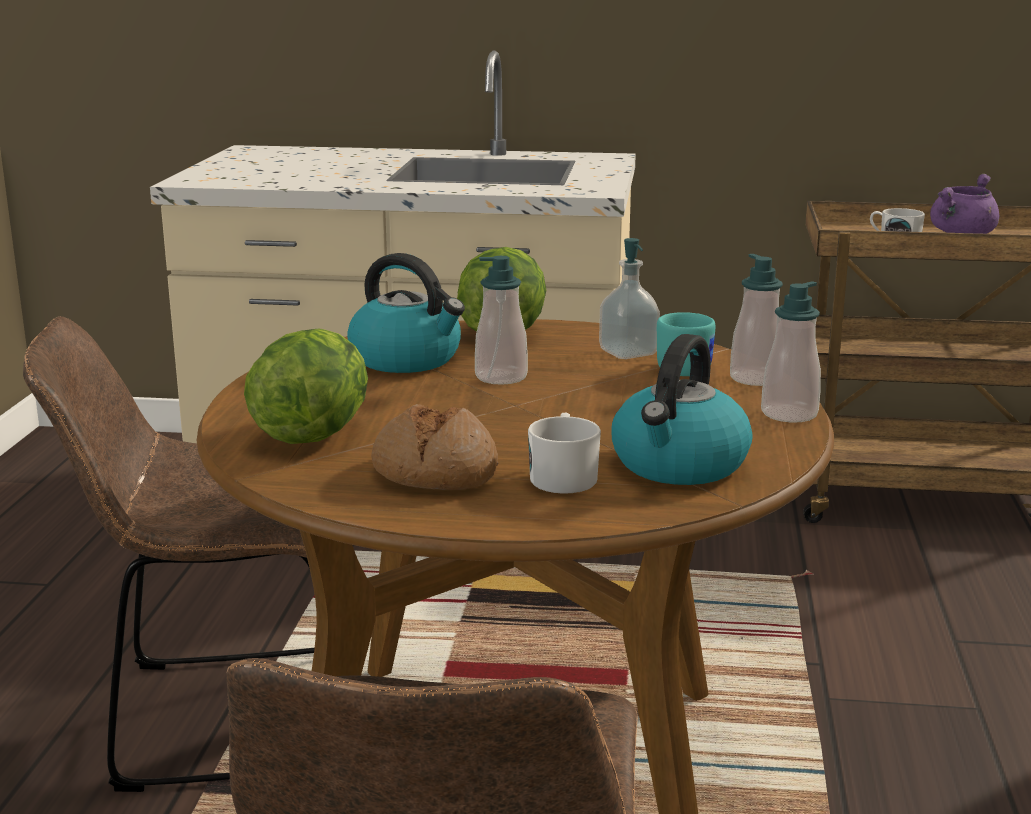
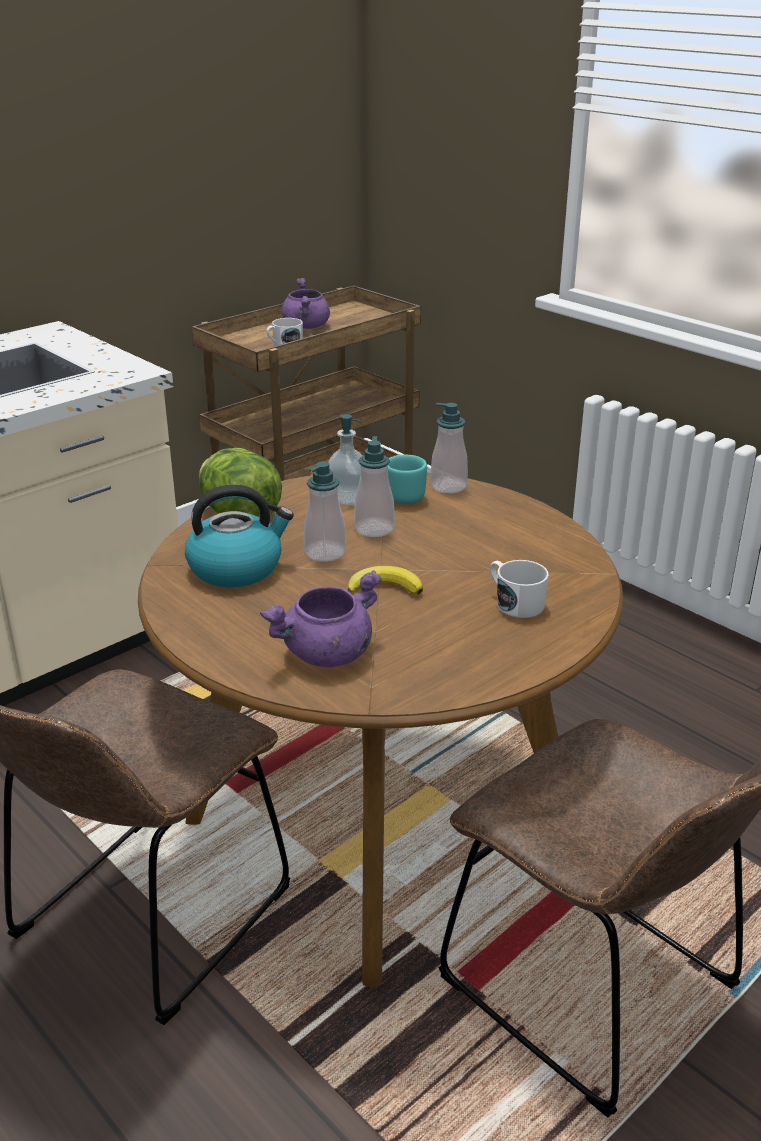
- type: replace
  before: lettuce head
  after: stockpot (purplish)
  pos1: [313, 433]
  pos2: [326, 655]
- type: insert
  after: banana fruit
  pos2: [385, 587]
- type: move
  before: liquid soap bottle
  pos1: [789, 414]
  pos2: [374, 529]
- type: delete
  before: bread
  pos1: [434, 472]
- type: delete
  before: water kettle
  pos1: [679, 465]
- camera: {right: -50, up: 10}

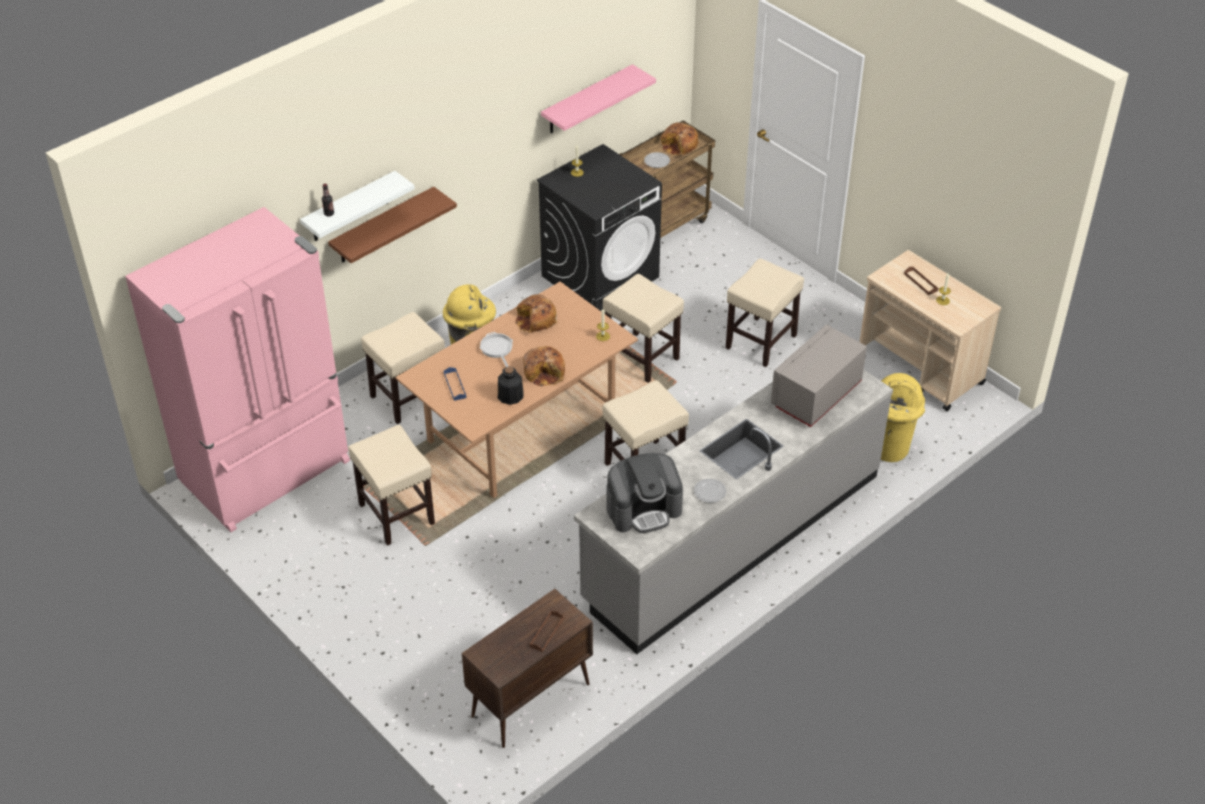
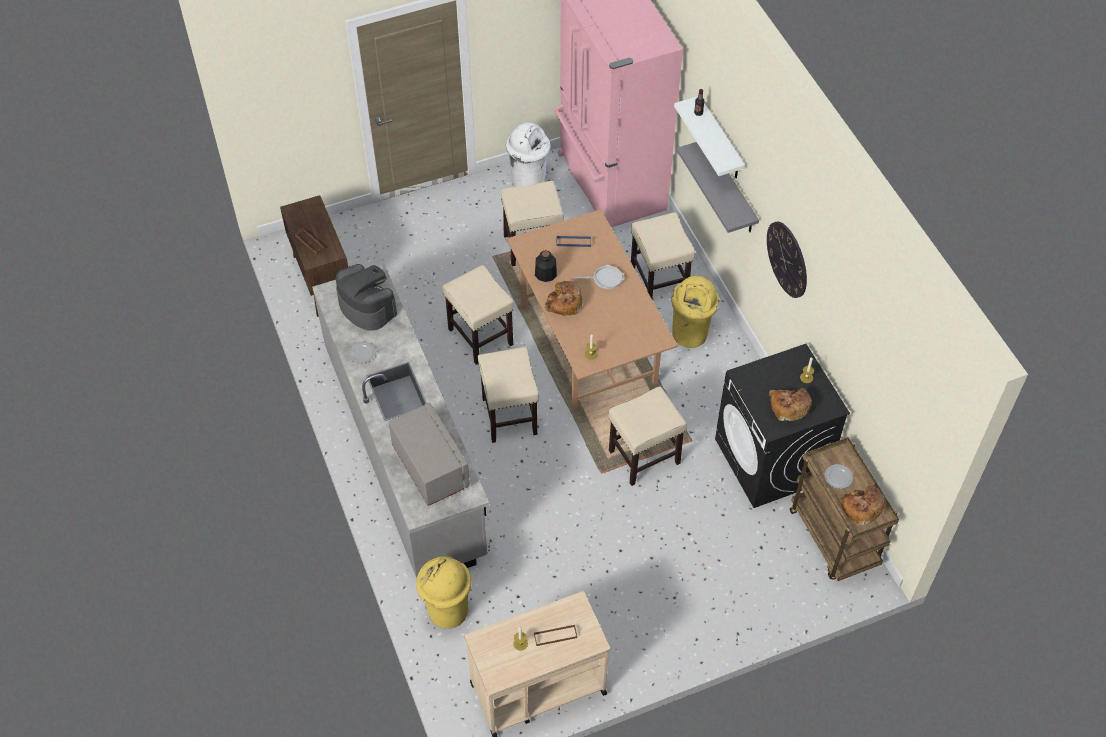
- type: rotate
  before: coffee machine
  pos1: [644, 509]
  pos2: [367, 307]
  turn: 135
- type: move
  before: sitting stool (sand-coloured)
  pos1: [760, 342]
  pos2: [480, 336]
- type: insert
  after: rubbish bin (white-coloured)
  pos2: [528, 182]
- type: recolor
  before: wall shelf (brown-coloured)
  after: wall shelf (gray)
  pos1: [383, 226]
  pos2: [731, 188]
- type: insert
  after: clock on the wall
  pos2: [787, 259]
- type: move
  before: bread
  pos1: [535, 320]
  pos2: [789, 406]
- type: delete
  before: wall shelf (pink)
  pos1: [587, 100]
- camera: {right: 110, up: 10}

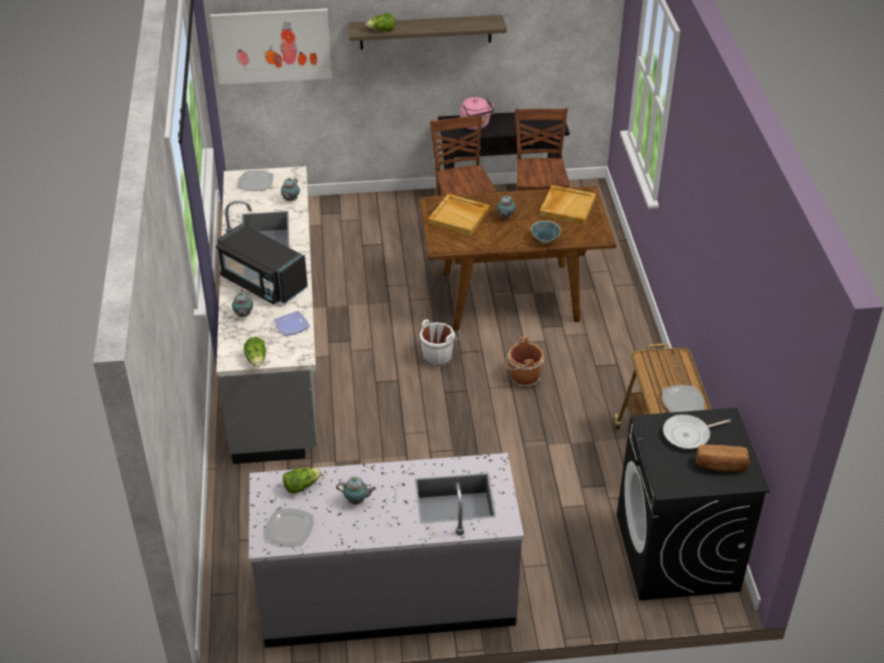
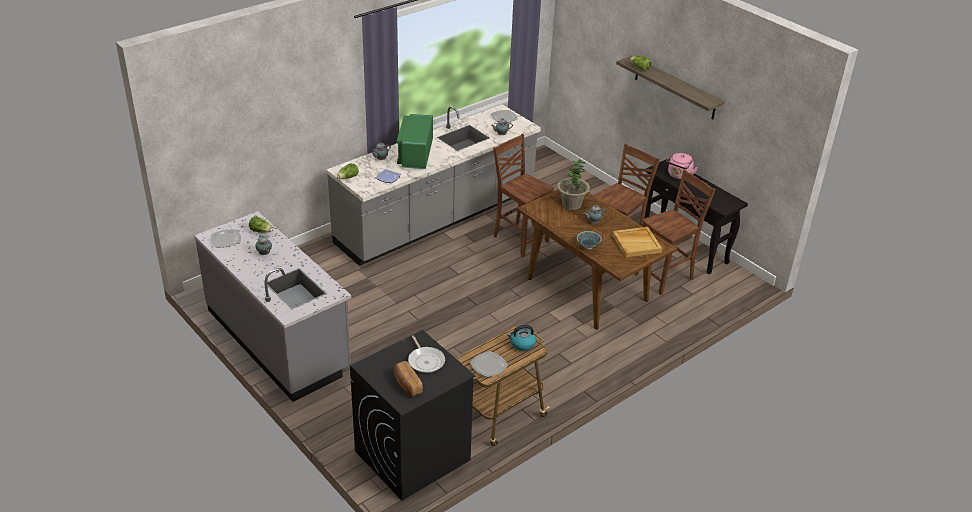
- type: recolor
  before: microwave (black)
  after: microwave (green)
  pos1: [262, 282]
  pos2: [415, 154]
- type: rotate
  before: pan
  pos1: [689, 434]
  pos2: [425, 361]
  turn: -150
- type: insert
  after: plain chair (brown-coloured)
  pos2: [519, 239]
- type: insert
  after: water kettle
  pos2: [522, 344]
- type: replace
  before: serving tray (sand-coloured)
  after: houseplant
  pos1: [459, 216]
  pos2: [571, 204]
- type: delete
  before: wall picture
  pos1: [272, 45]
- type: delete
  before: pail (white-coloured)
  pos1: [438, 356]
- type: delete
  before: pail (brown-coloured)
  pos1: [523, 378]
- camera: {right: 55, up: -5}

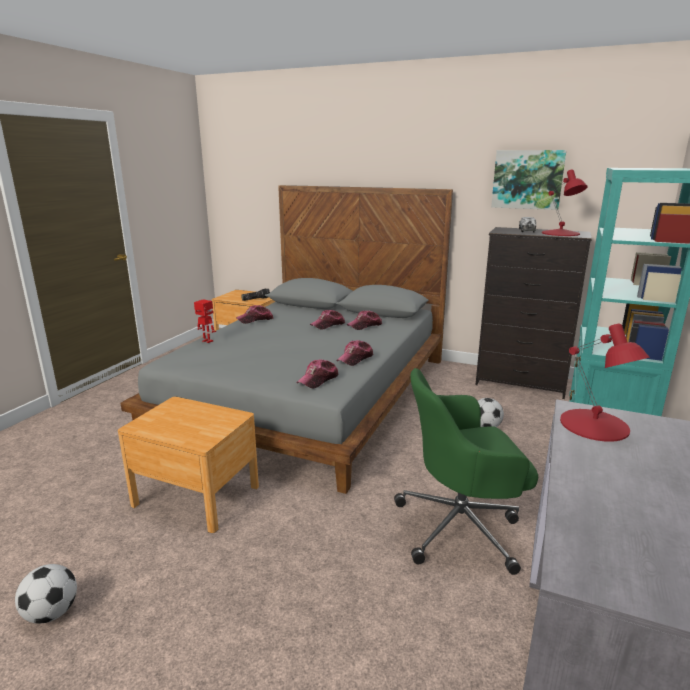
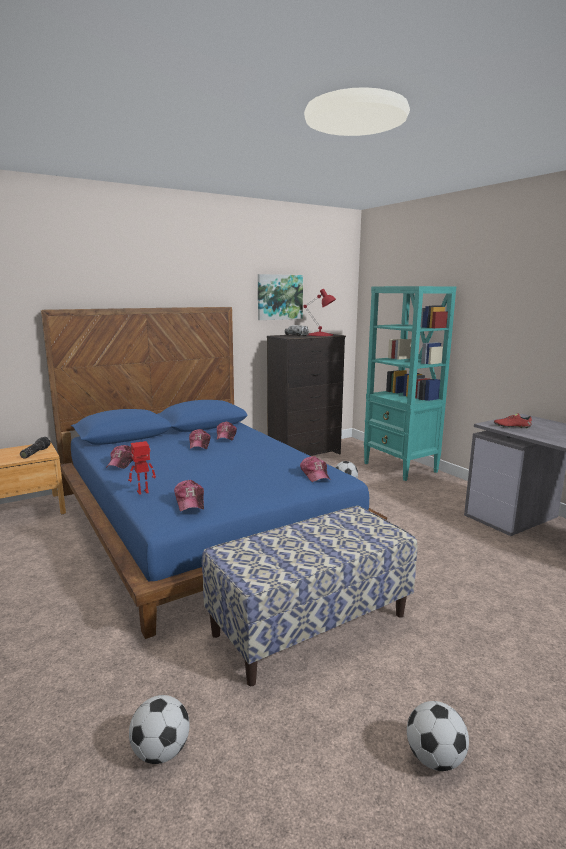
- type: recolor
  before: sleeping bed (gray)
  after: sleeping bed (blue)
  pos1: [310, 394]
  pos2: [203, 520]
- type: insert
  after: football ball
  pos2: [161, 751]
- type: move
  before: cap
  pos1: [355, 358]
  pos2: [190, 502]
- type: replace
  before: night table (brown-coloured)
  after: long seat
  pos1: [196, 495]
  pos2: [310, 624]
- type: replace
  before: tabletop lamp (reddish)
  after: shoe (reddish)
  pos1: [594, 425]
  pos2: [512, 427]
- type: delete
  before: desk chair (green)
  pos1: [461, 527]
- camera: {right: -55, up: -5}

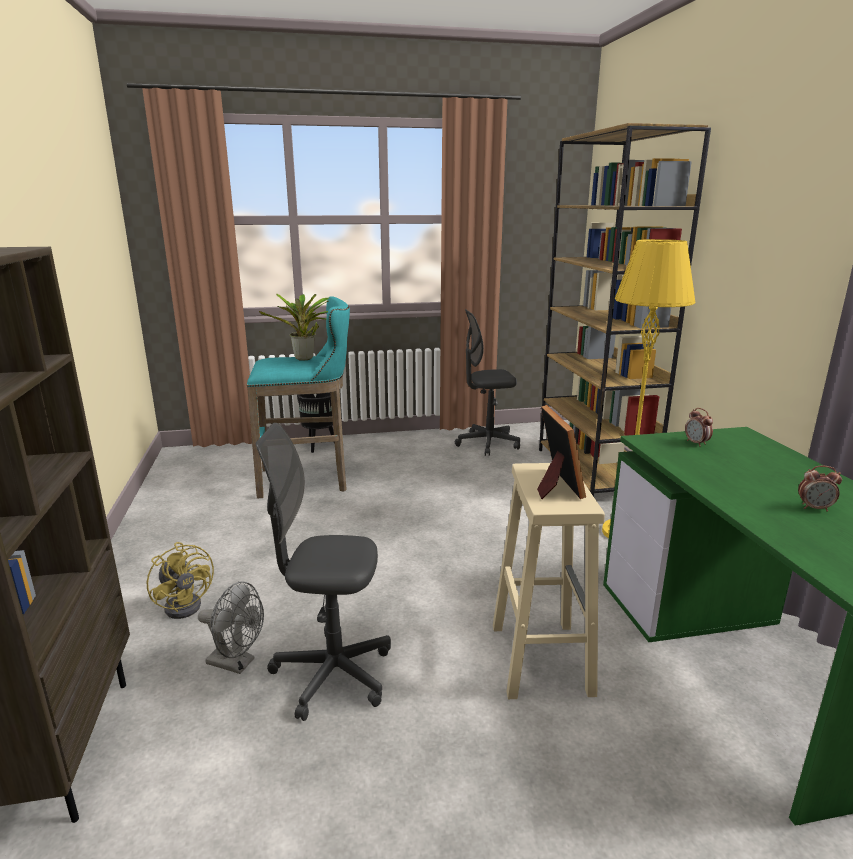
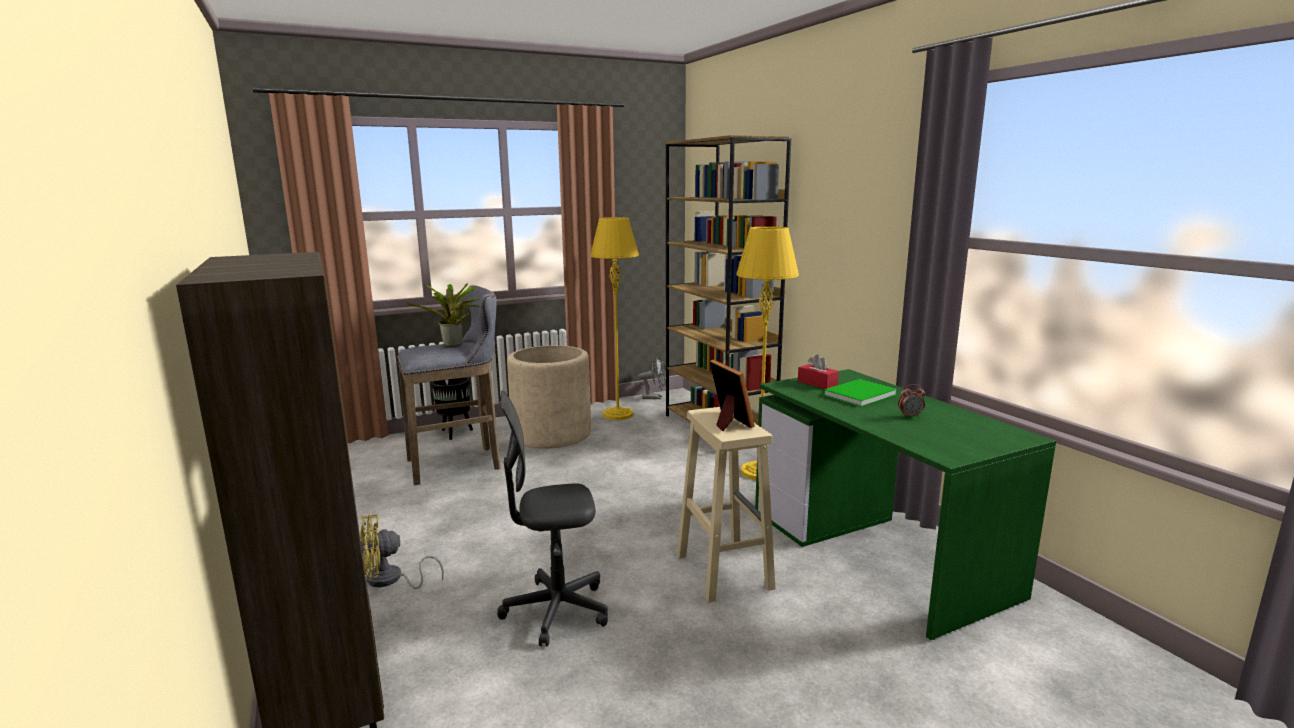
- type: rotate
  before: cooling fan (yellow-coloured)
  pos1: [187, 603]
  pos2: [390, 580]
  turn: 120
- type: recolor
  before: sitting stool (turquoise-coloured)
  after: sitting stool (gray)
  pos1: [308, 480]
  pos2: [459, 464]
- type: insert
  after: planter (sand-coloured)
  pos2: [552, 434]
- type: replace
  before: desk chair (gray)
  after: floor lamp (yellow-coloured)
  pos1: [487, 443]
  pos2: [617, 415]
- type: move
  before: cooling fan (gray)
  pos1: [237, 663]
  pos2: [655, 397]
- type: replace
  before: bedside clock
  after: tissue holder (reddish)
  pos1: [696, 443]
  pos2: [817, 383]
- type: insert
  after: volume (green)
  pos2: [856, 394]
- camera: {right: -15, up: -5}

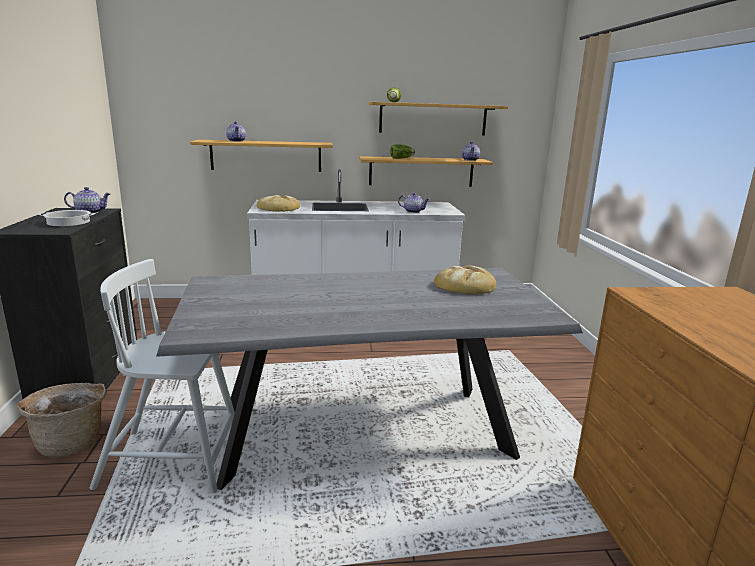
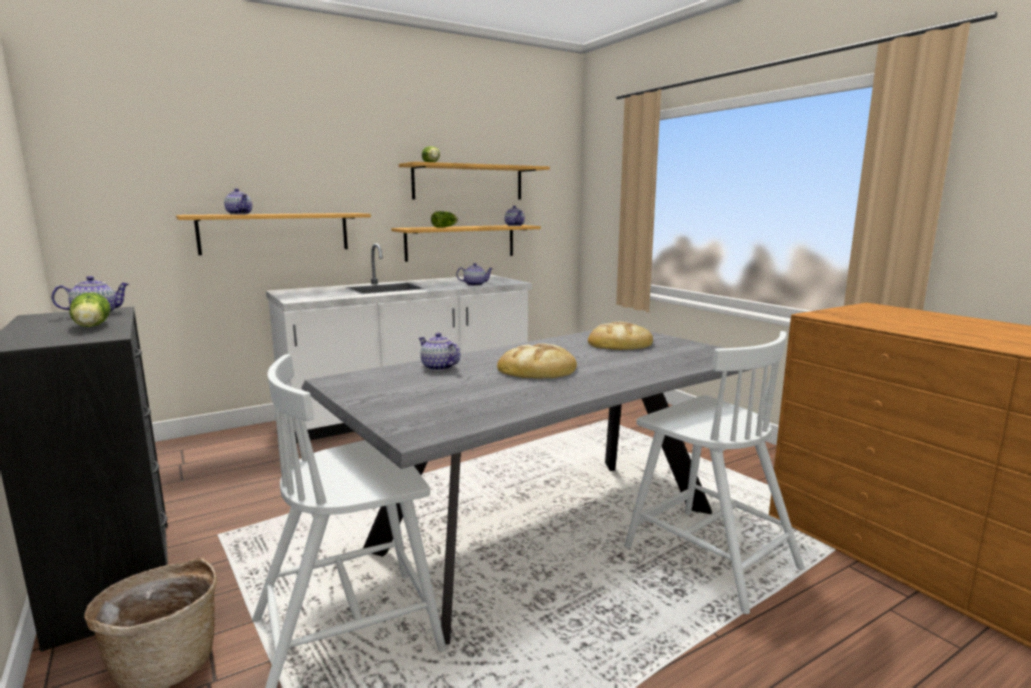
- type: replace
  before: stockpot
  after: lettuce head
  pos1: [69, 222]
  pos2: [91, 326]
- type: insert
  after: tea pot
  pos2: [438, 368]
- type: move
  before: bread
  pos1: [278, 208]
  pos2: [537, 369]
- type: insert
  after: plain chair (white-coloured)
  pos2: [708, 555]
- camera: {right: -25, up: -5}

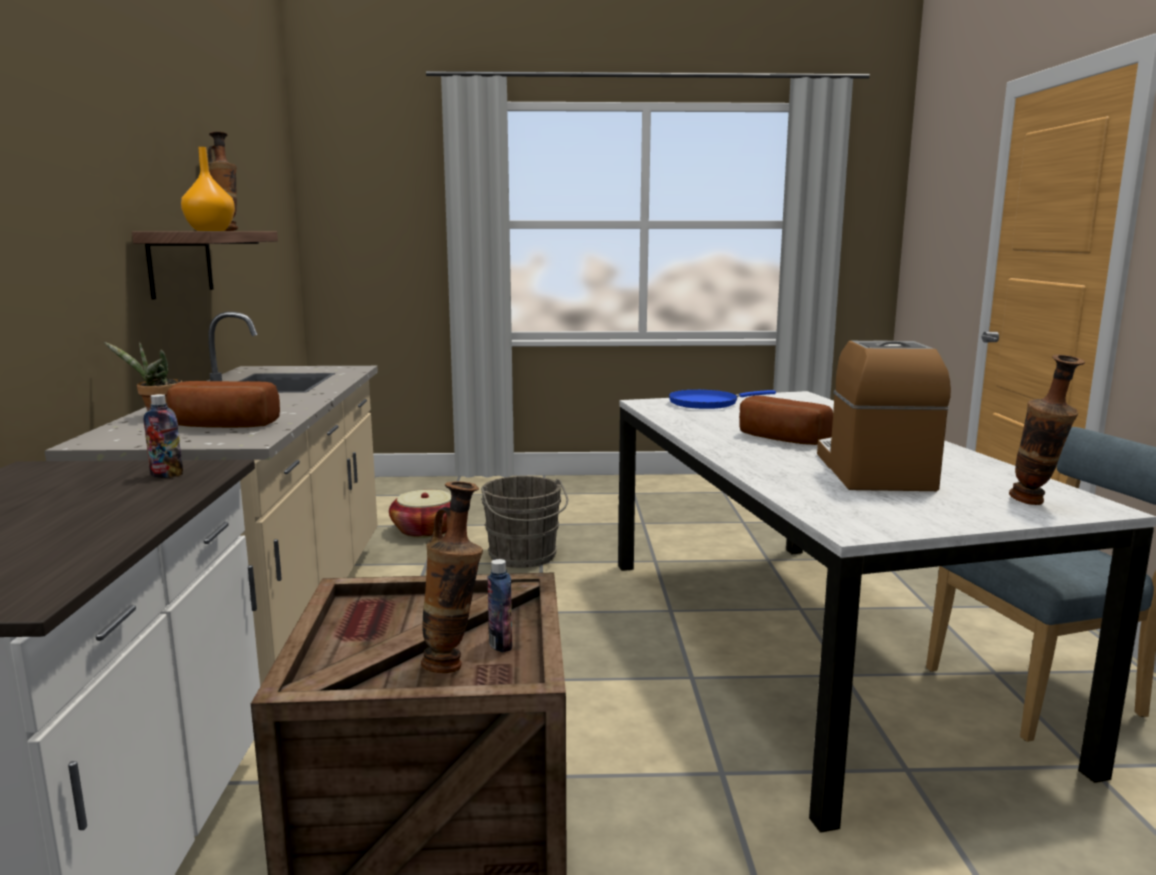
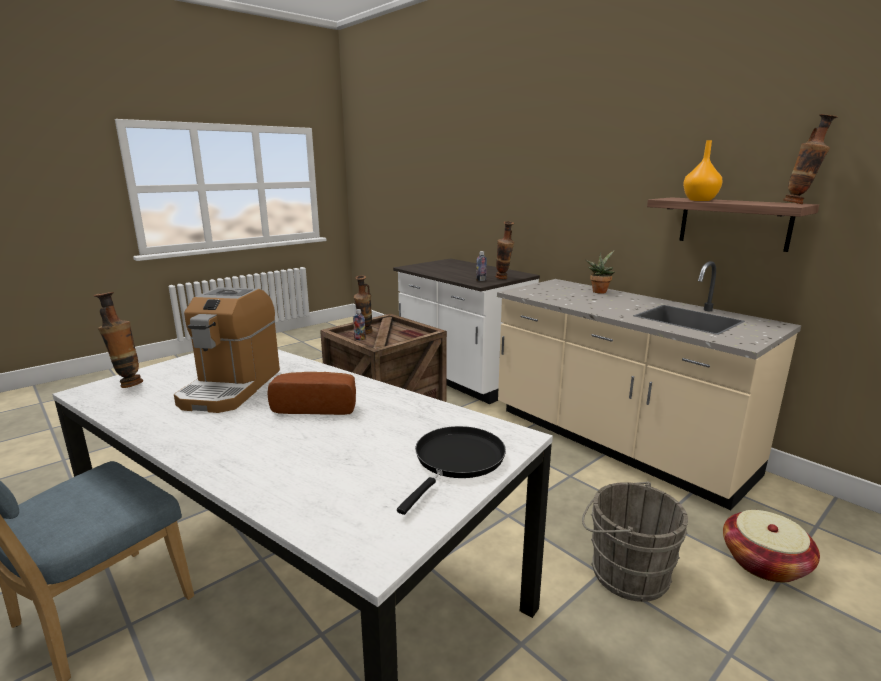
- type: rotate
  before: coffee machine
  pos1: [872, 471]
  pos2: [231, 387]
  turn: 45
- type: recolor
  before: pan (blue)
  after: pan (black)
  pos1: [707, 403]
  pos2: [456, 461]
- type: insert
  after: decorative vase
  pos2: [503, 279]
- type: delete
  before: bread
  pos1: [221, 426]
- camera: {right: 140, up: 5}

